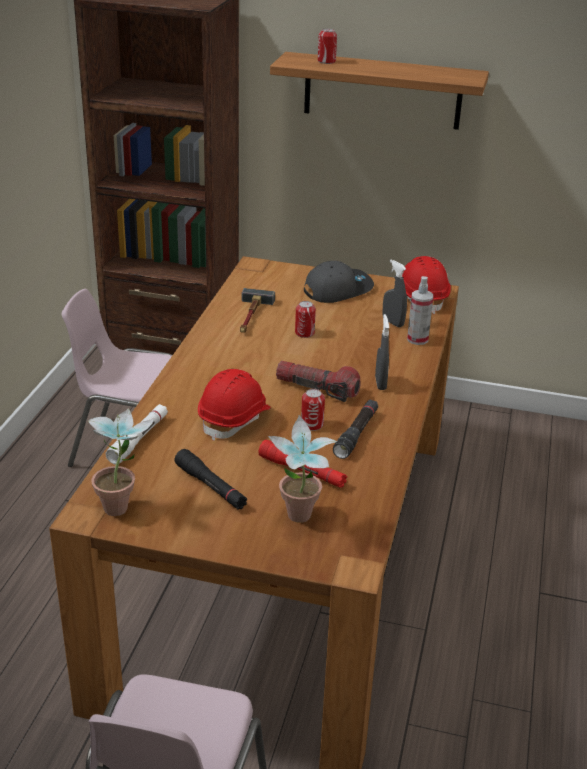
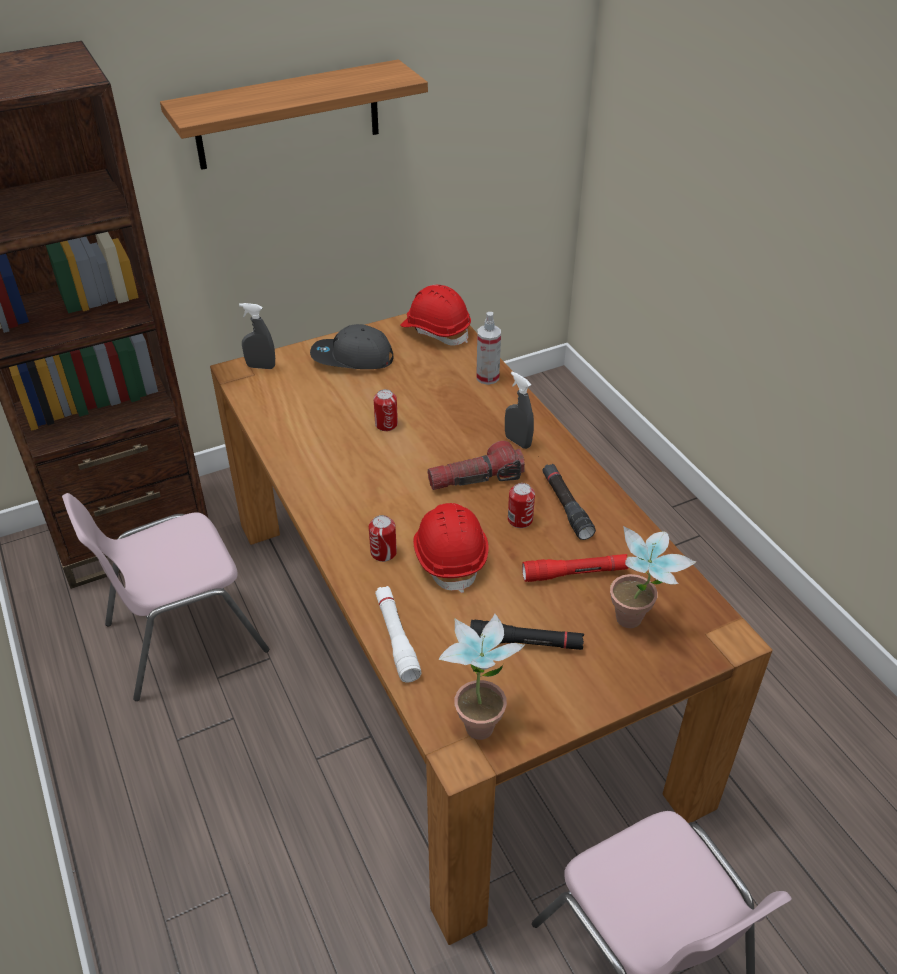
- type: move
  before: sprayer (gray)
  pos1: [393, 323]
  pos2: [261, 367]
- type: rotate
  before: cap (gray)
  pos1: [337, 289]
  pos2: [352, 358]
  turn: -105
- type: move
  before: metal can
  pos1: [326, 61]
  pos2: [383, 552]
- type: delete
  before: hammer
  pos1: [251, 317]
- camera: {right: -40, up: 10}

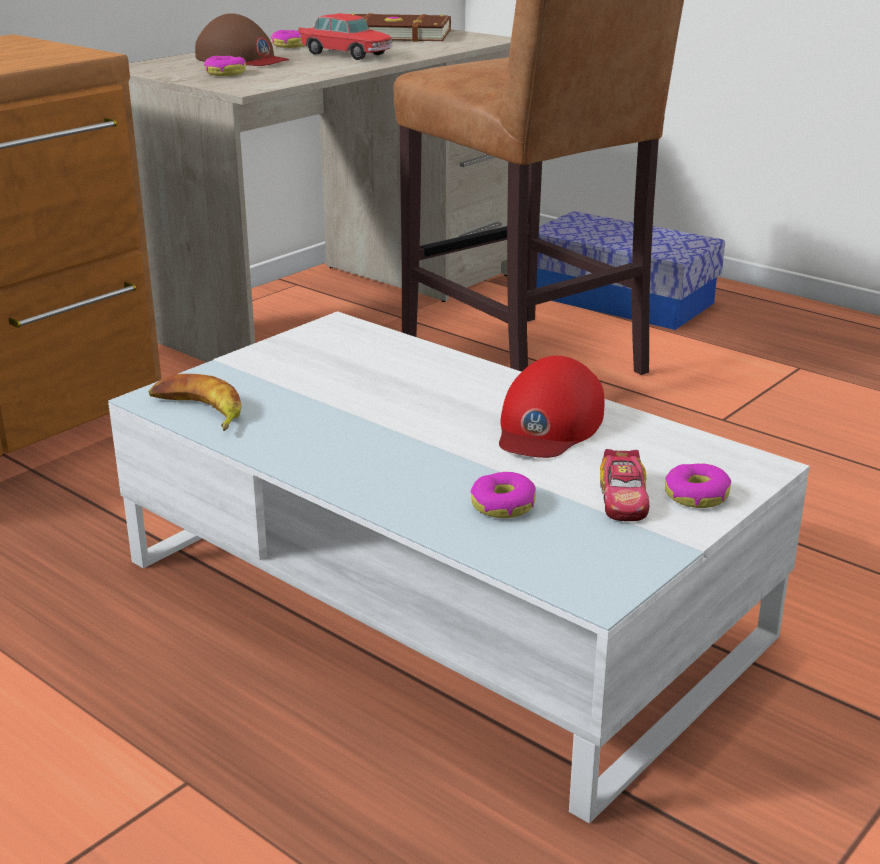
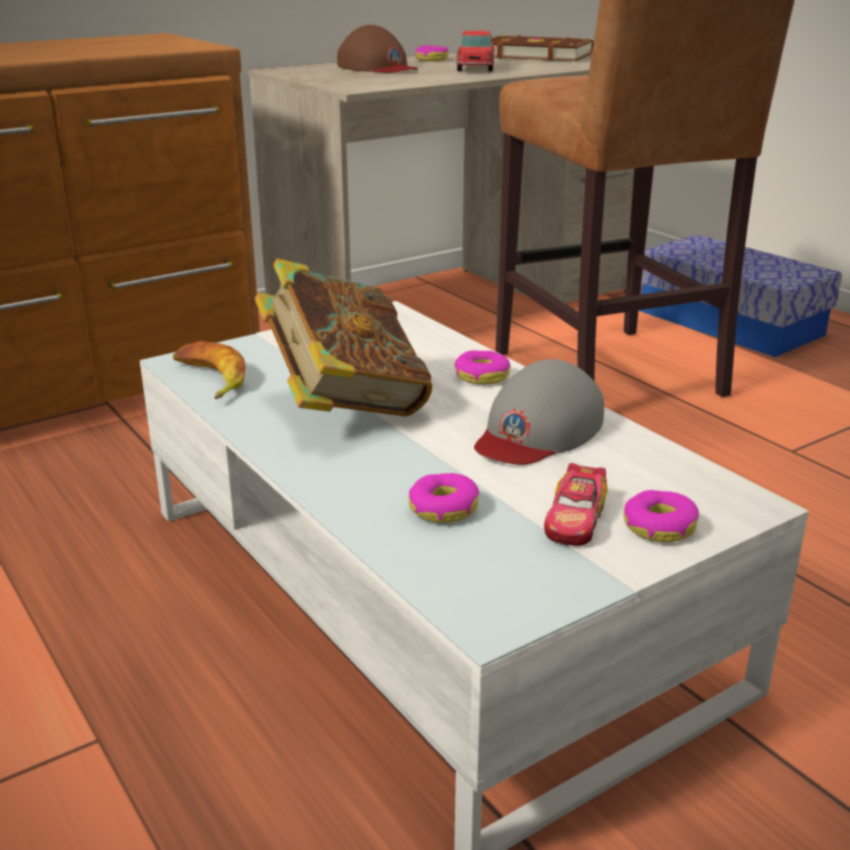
- type: insert
  after: volume
  pos2: [344, 404]
- type: move
  before: donut
  pos1: [225, 73]
  pos2: [482, 376]
- type: rotate
  before: miniature car
  pos1: [346, 54]
  pos2: [475, 67]
  turn: -135
- type: recolor
  before: cap (reddish)
  after: cap (gray)
  pos1: [548, 425]
  pos2: [538, 431]
- camera: {right: 15, up: 0}

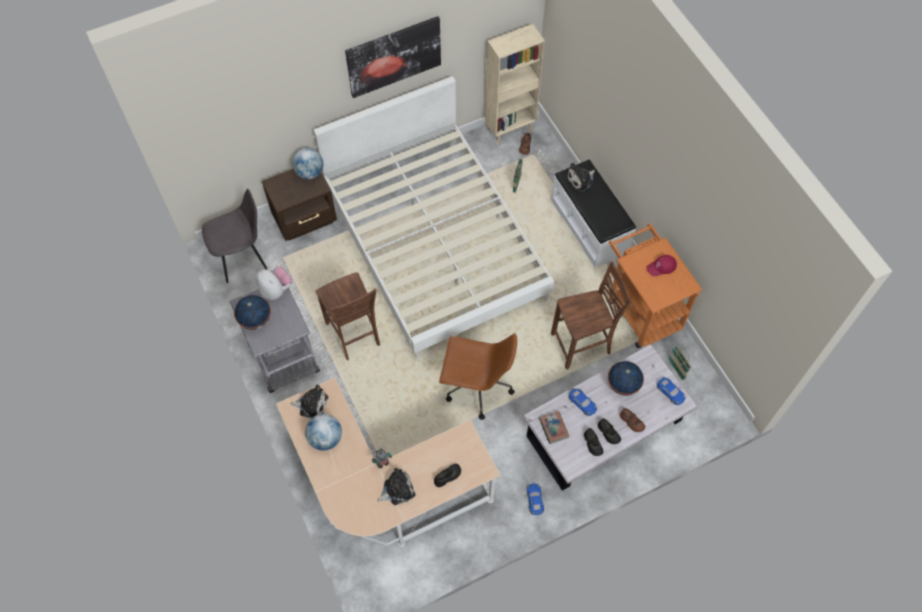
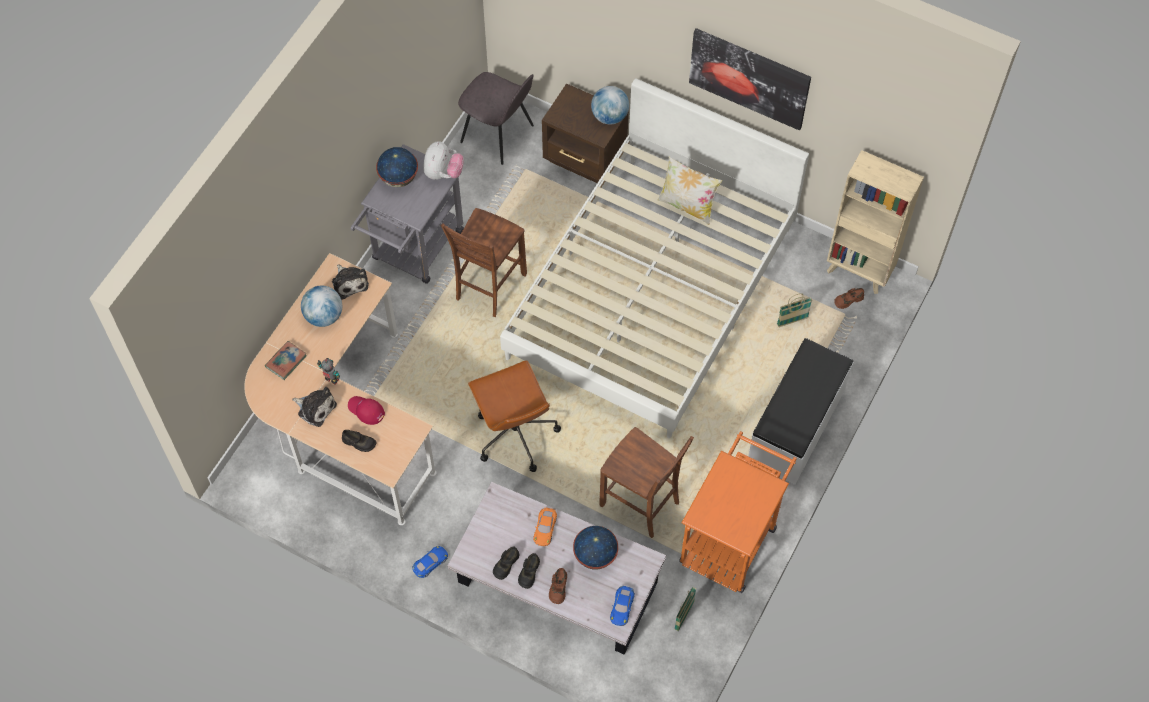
- type: move
  before: volume
  pos1: [553, 428]
  pos2: [286, 361]
- type: move
  before: cap (reddish)
  pos1: [661, 267]
  pos2: [366, 410]
- type: recolor
  before: miniature car (blue)
  after: miniature car (orangey)
  pos1: [582, 403]
  pos2: [545, 528]
- type: insert
  after: cushion
  pos2: [687, 205]
- type: delete
  before: cuddly toy
  pos1: [581, 179]
- camera: {right: 55, up: 0}

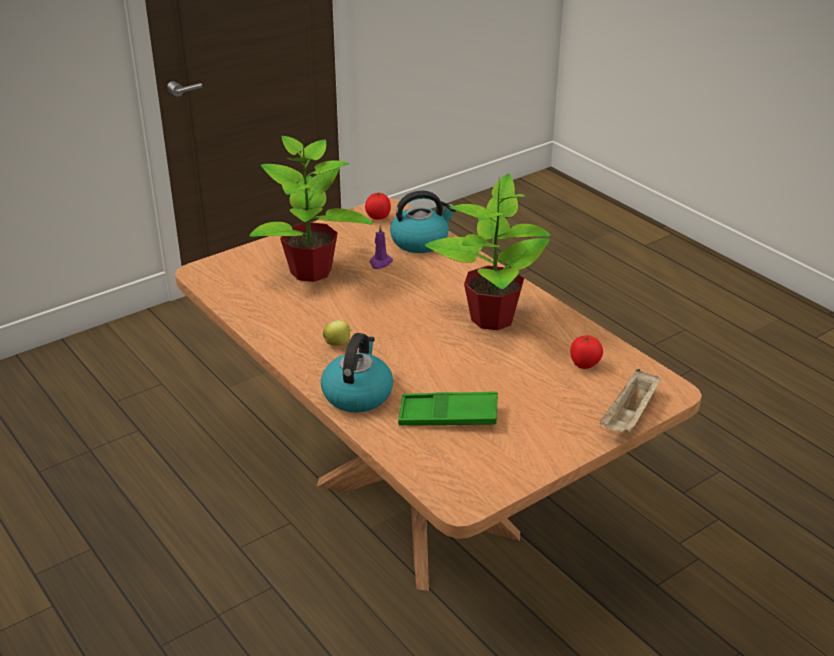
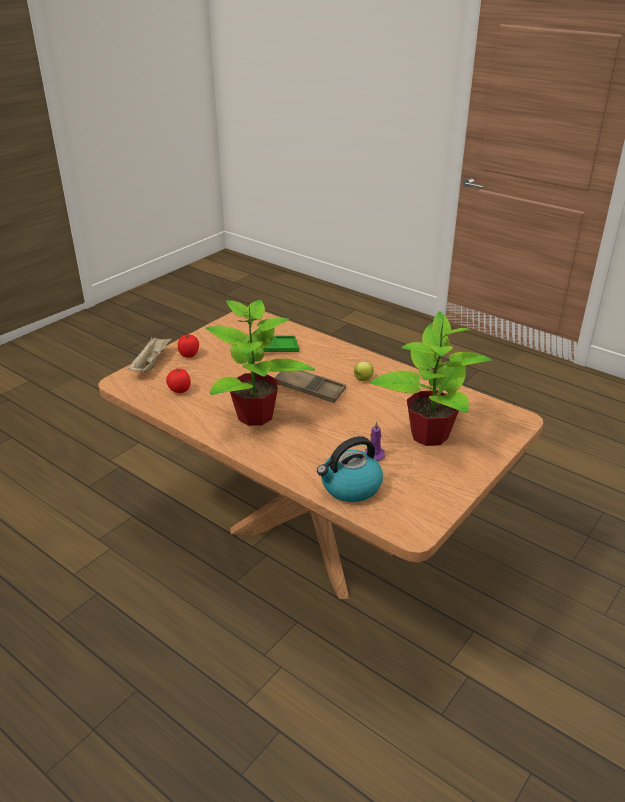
- type: move
  before: whole tomato
  pos1: [377, 218]
  pos2: [189, 355]
- type: insert
  after: serving tray (brown-coloured)
  pos2: [309, 388]
- type: delete
  before: water kettle
  pos1: [357, 394]
- camera: {right: 165, up: 0}

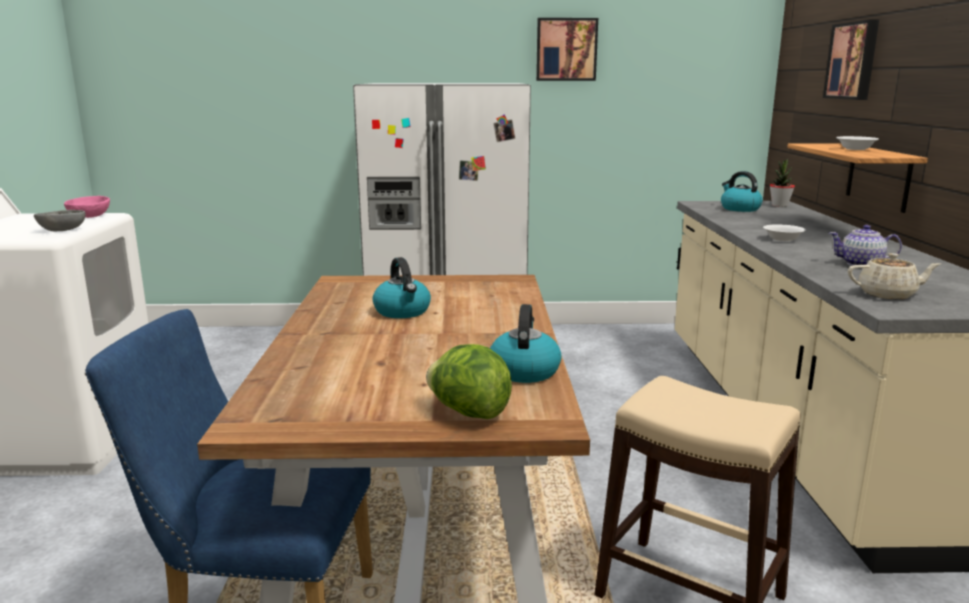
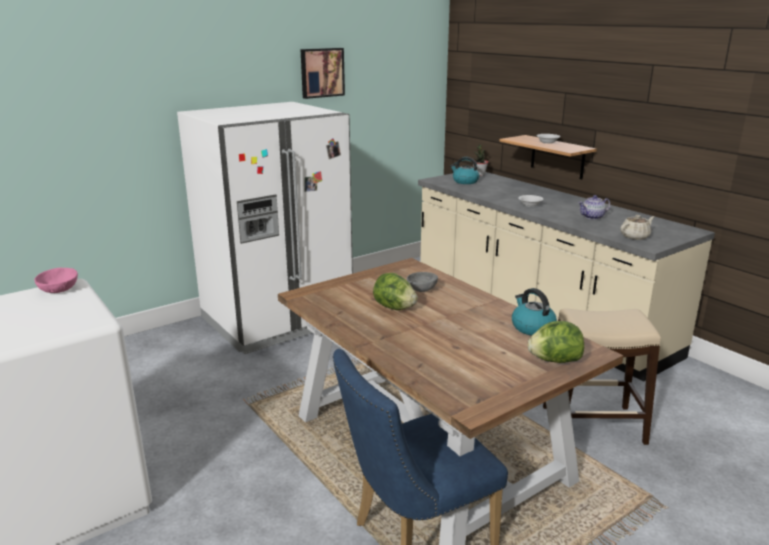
- type: replace
  before: water kettle
  after: lettuce head
  pos1: [403, 311]
  pos2: [394, 308]
- type: move
  before: bowl (gray)
  pos1: [62, 230]
  pos2: [421, 289]
- type: delete
  before: wall picture
  pos1: [853, 61]
- camera: {right: -35, up: 5}

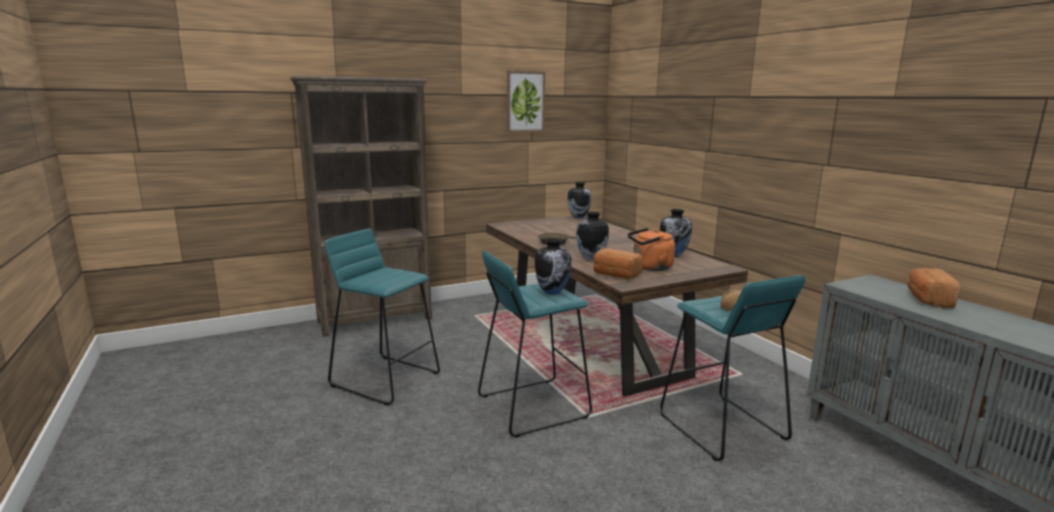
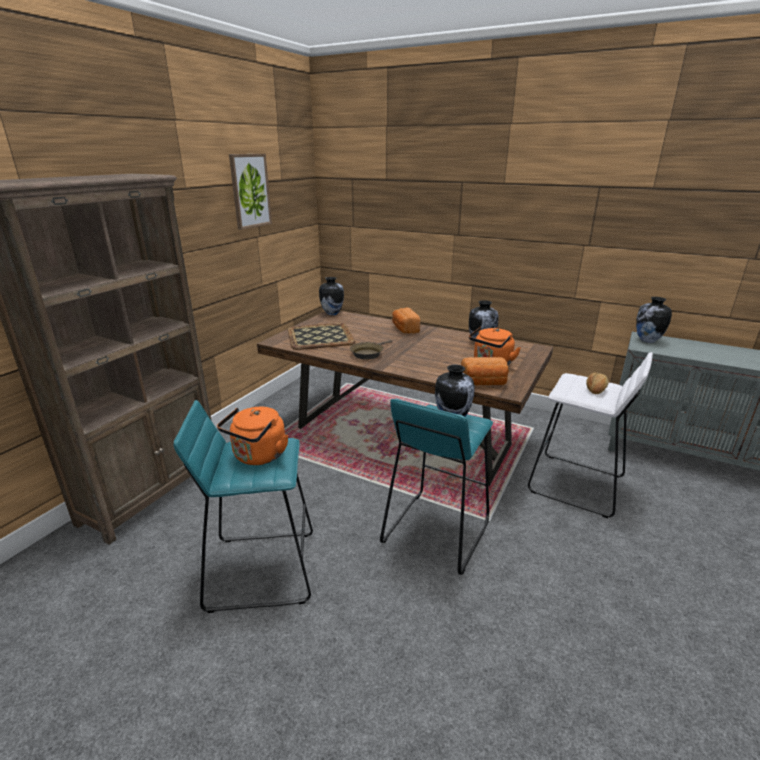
- type: insert
  after: water kettle (orangey)
  pos2: [258, 456]
- type: insert
  after: serving tray
  pos2: [319, 336]
- type: move
  before: bread
  pos1: [927, 300]
  pos2: [404, 329]
- type: recolor
  before: sitting stool (turquoise-coloured)
  after: sitting stool (white-coloured)
  pos1: [721, 428]
  pos2: [576, 485]
- type: move
  before: decorative vase
  pos1: [590, 259]
  pos2: [647, 341]
- camera: {right: -35, up: 10}

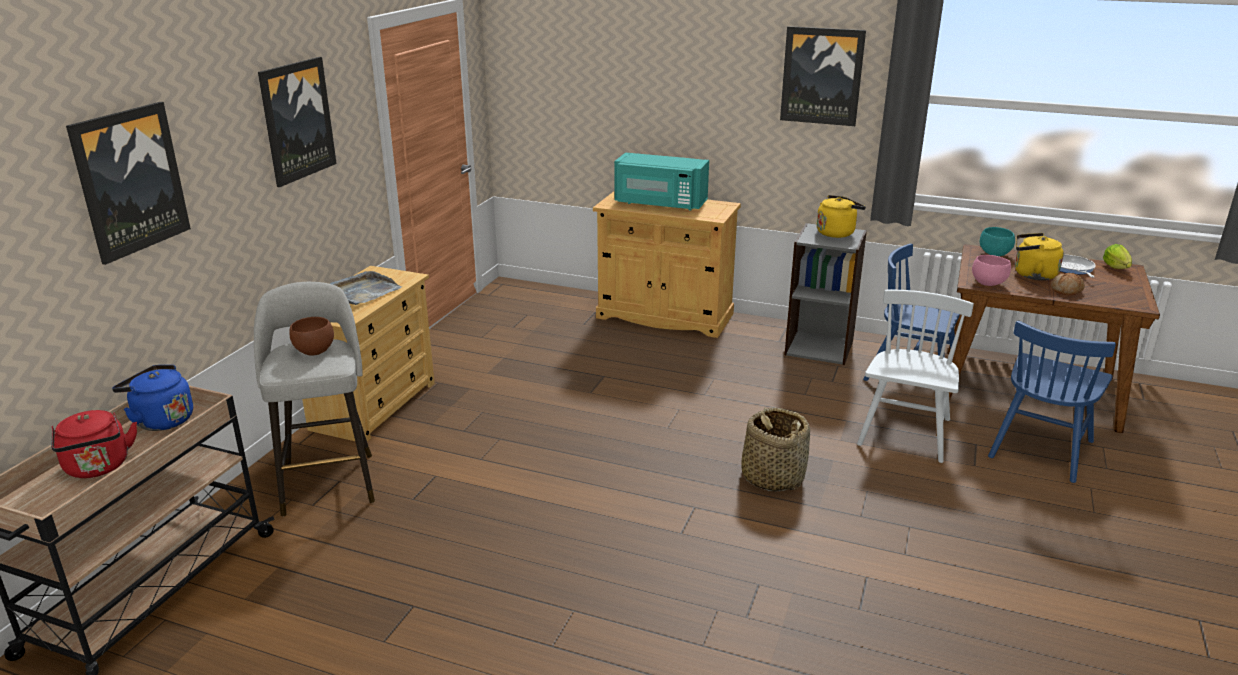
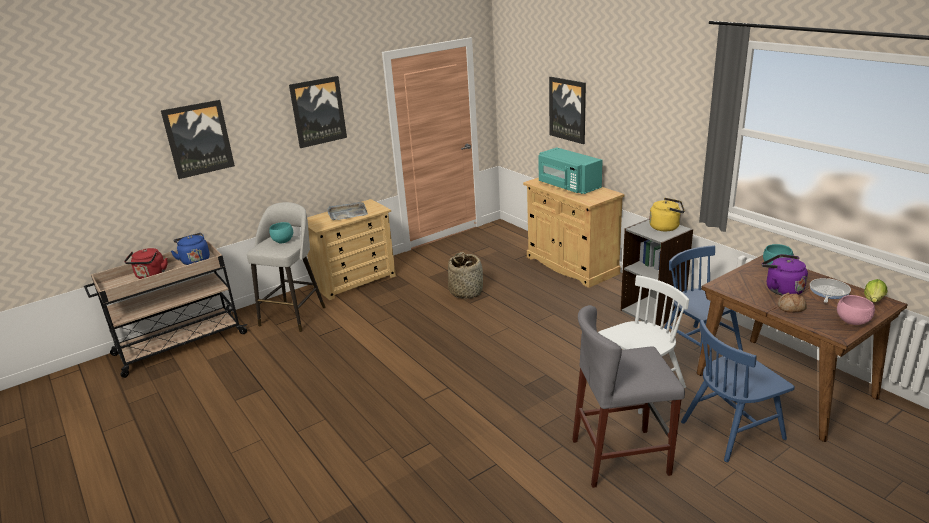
- type: recolor
  before: bowl (brown-coloured)
  after: bowl (turquoise-coloured)
  pos1: [314, 352]
  pos2: [282, 241]
- type: move
  before: storage basket
  pos1: [772, 476]
  pos2: [466, 291]
- type: move
  before: wall picture
  pos1: [822, 76]
  pos2: [568, 109]
- type: insert
  after: sitting stool (gray)
  pos2: [620, 457]
- type: recolor
  before: water kettle (yellow-coloured)
  after: water kettle (purplish)
  pos1: [1032, 275]
  pos2: [781, 289]
- type: move
  before: bowl (pink)
  pos1: [988, 283]
  pos2: [853, 322]
- camera: {right: 35, up: 0}

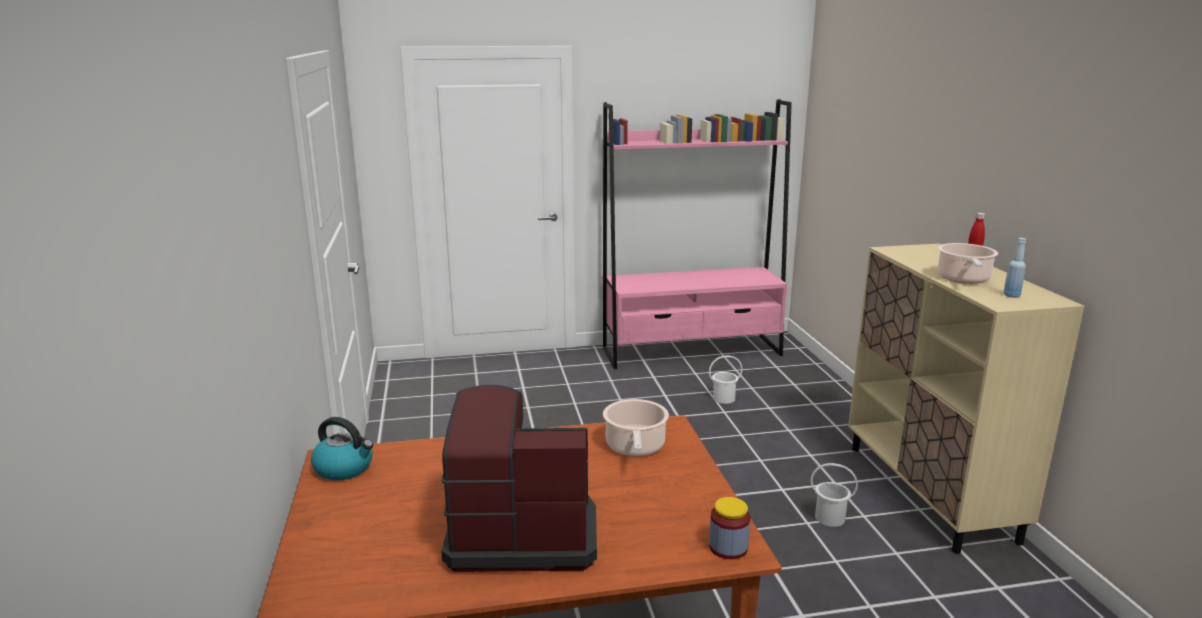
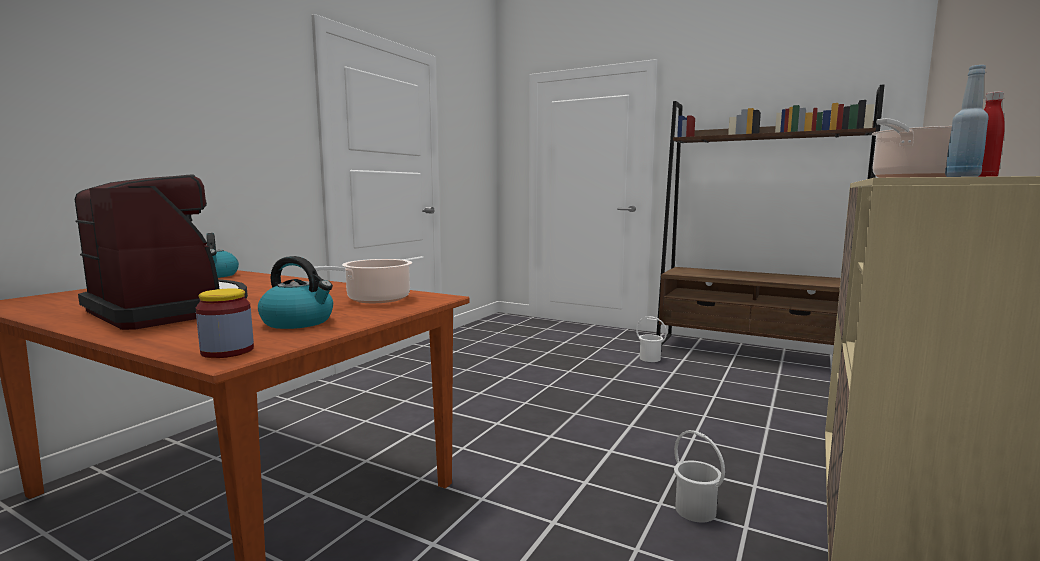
- type: insert
  after: water kettle
  pos2: [299, 322]
- type: move
  before: pail (white-coloured)
  pos1: [723, 398]
  pos2: [650, 358]
- type: recolor
  before: shelving unit (pink)
  after: shelving unit (brown-coloured)
  pos1: [692, 351]
  pos2: [751, 353]
- camera: {right: 40, up: -10}

